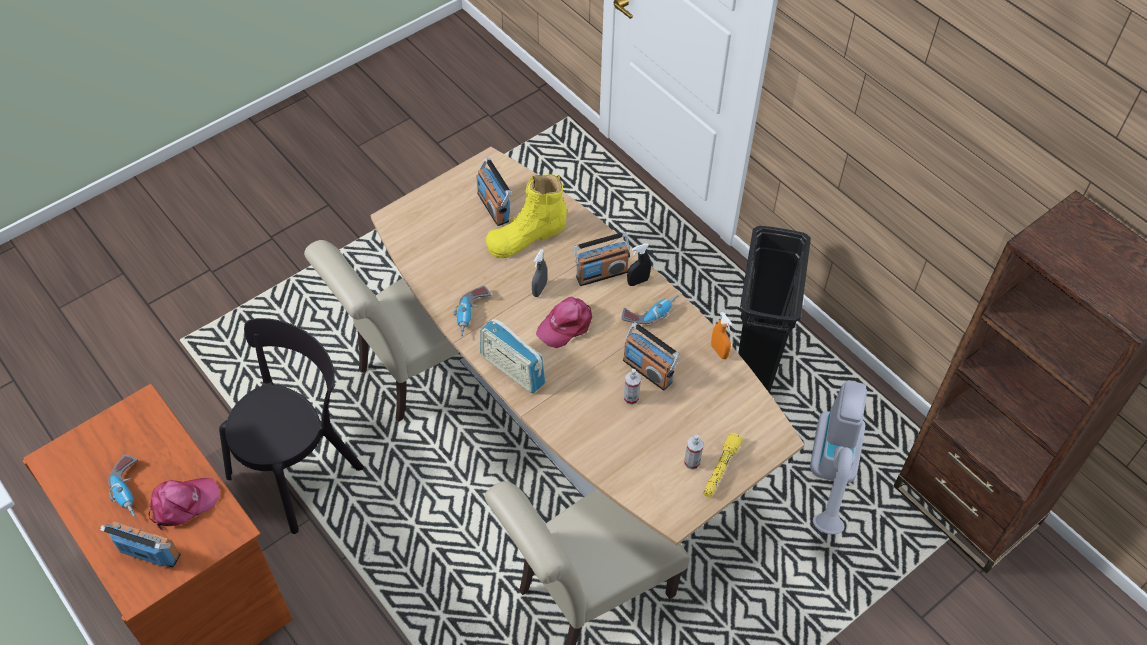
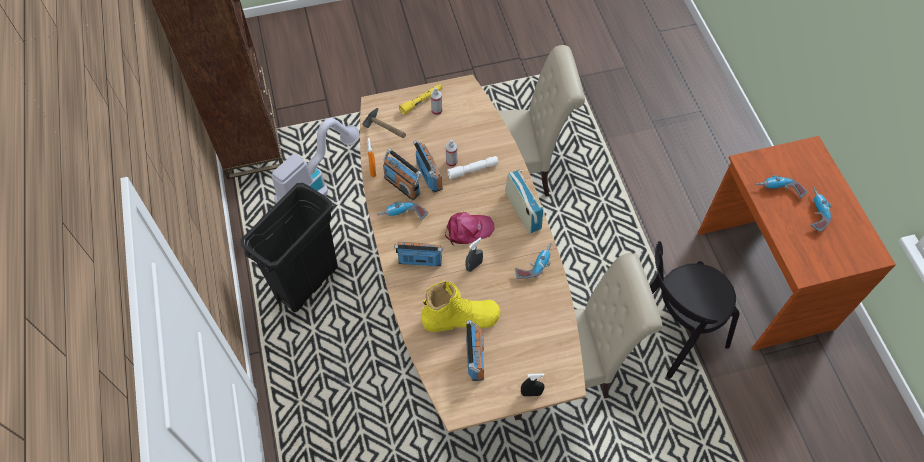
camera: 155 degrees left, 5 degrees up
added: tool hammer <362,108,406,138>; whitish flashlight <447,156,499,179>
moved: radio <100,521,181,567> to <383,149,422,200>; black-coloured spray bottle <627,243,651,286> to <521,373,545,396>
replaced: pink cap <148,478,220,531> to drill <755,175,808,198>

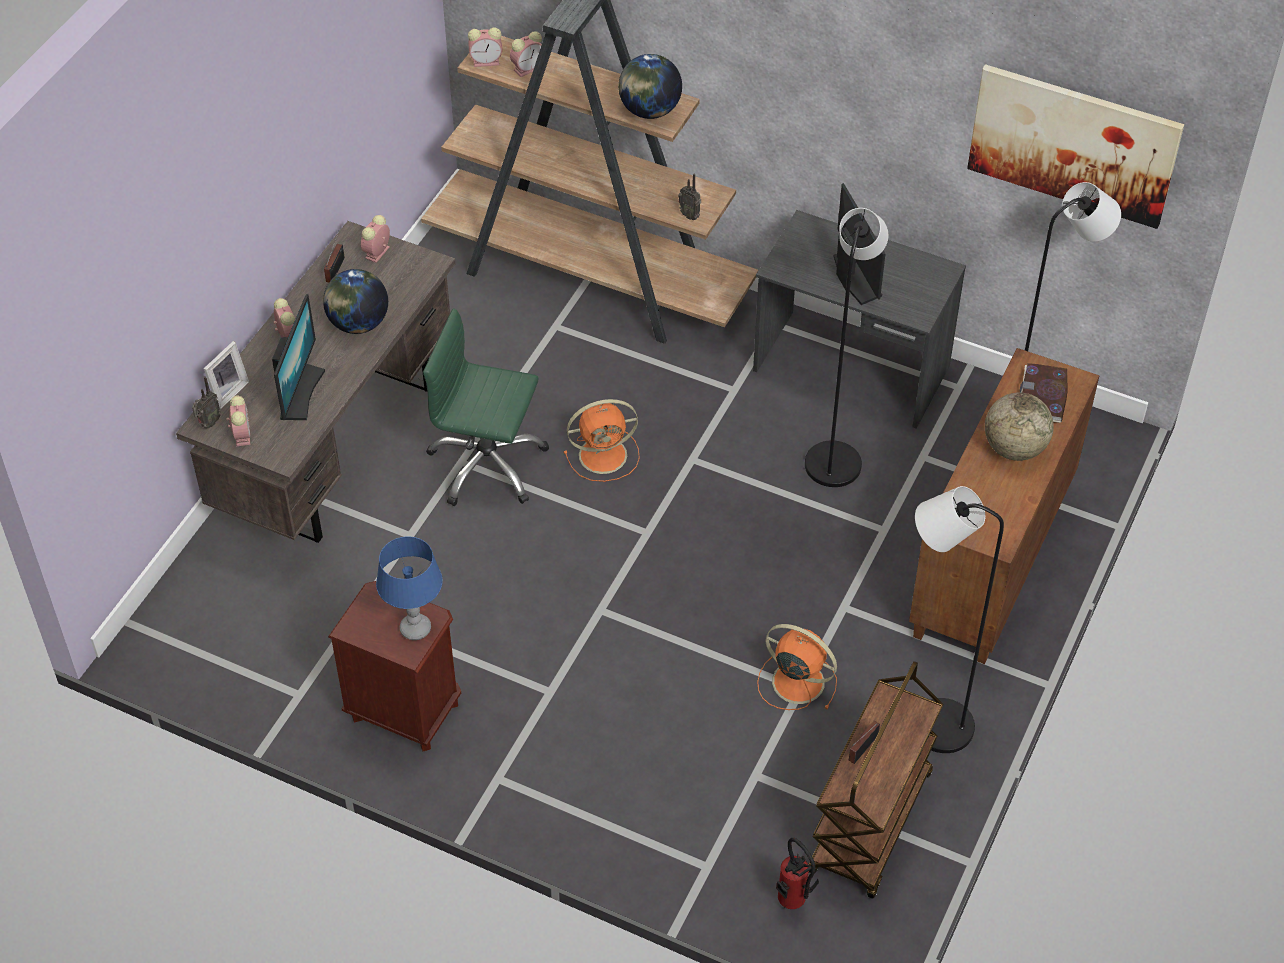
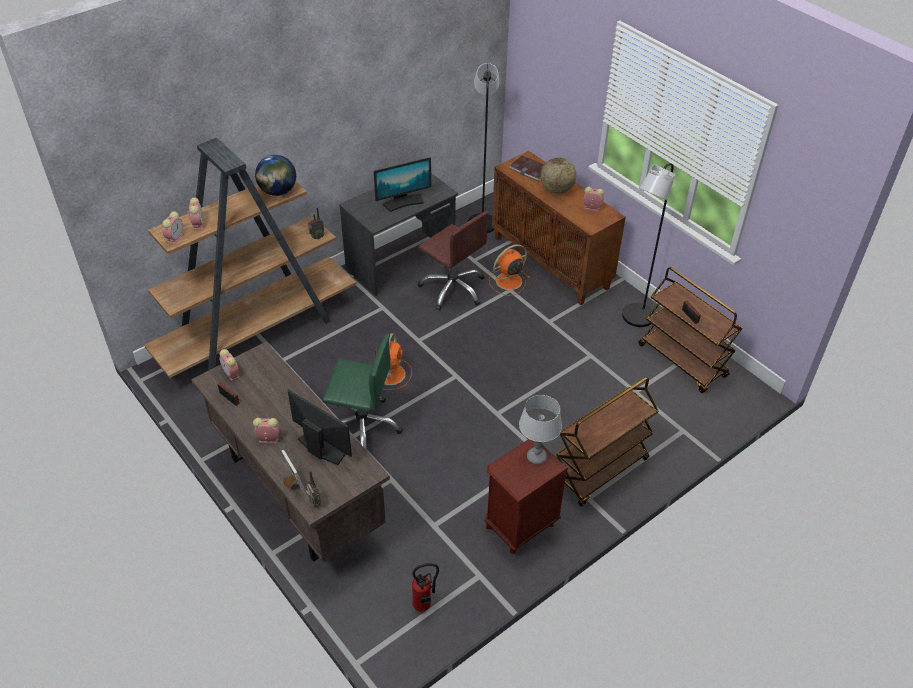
camera: 65 degrees left, 5 degrees down
removed: world globe <323,269,388,334>; picture <967,64,1184,229>
added: brown-coloured wheeled cart <556,377,658,507>
moved: extinguisher <776,838,819,909> to <412,563,439,611>; orange-coloured cooling fan <757,624,837,710> to <489,244,530,296>; alarm clock <226,395,250,446> to <583,187,604,212>
replaced: black-coloured floor lamp <805,208,888,487> to brown-coloured computer chair <418,211,488,311>
recoloured: blue tabletop lamp <376,537,443,640> to grey tabletop lamp <519,395,562,465>
turned: green computer chair <423,308,549,506> = <323,334,403,450> 120 degrees counterclockwise; monitor <834,183,885,305> = <374,157,431,212> 150 degrees clockwise

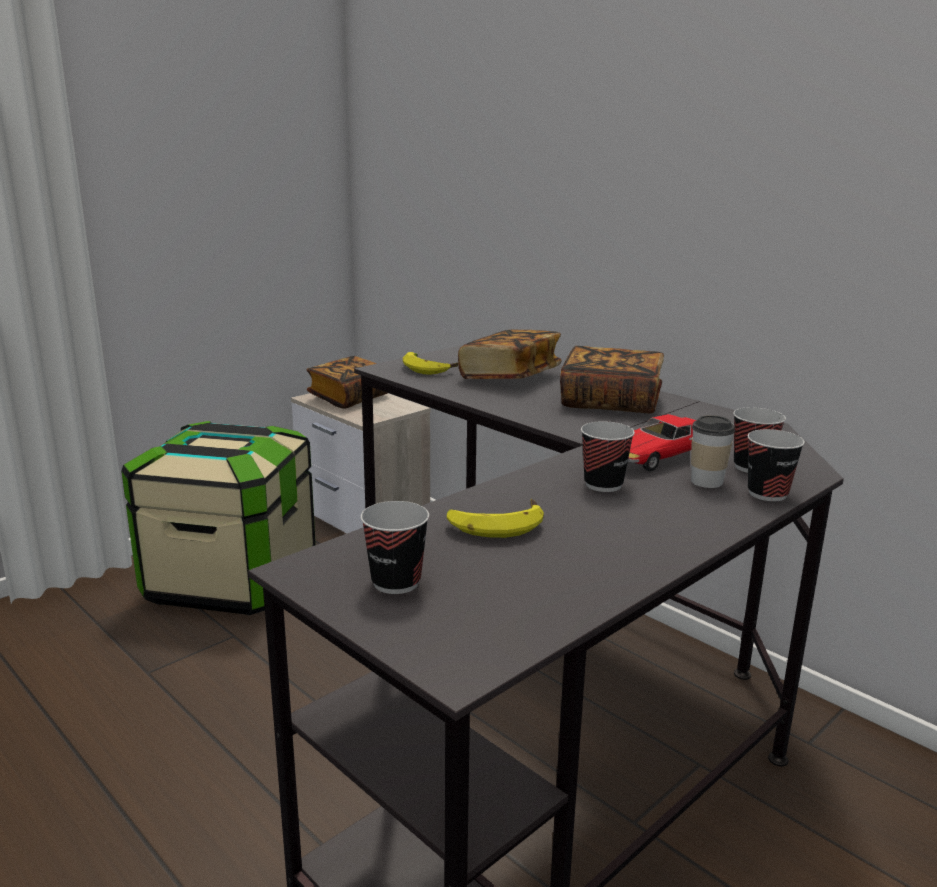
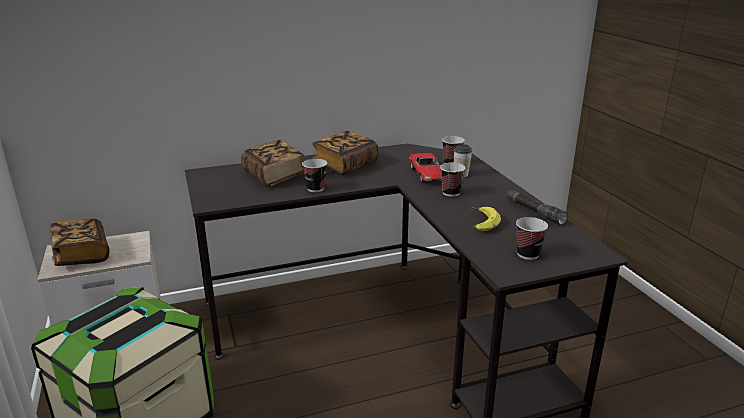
camera: 65 degrees left, 5 degrees up
removed: banana <403,352,458,375>
added: black-coloured flashlight <506,190,568,225>
moved: drinking cup <748,429,805,501> to <302,159,327,192>

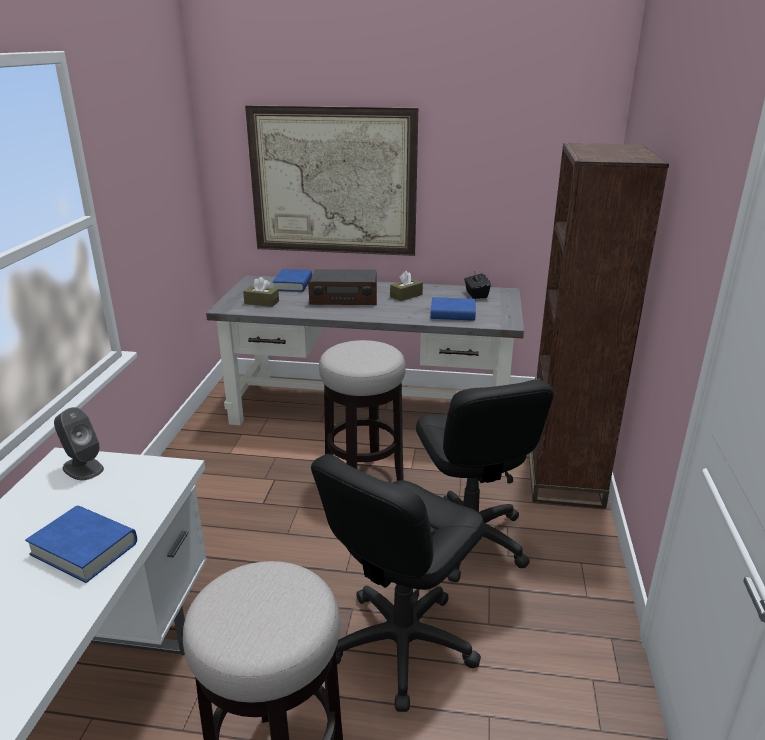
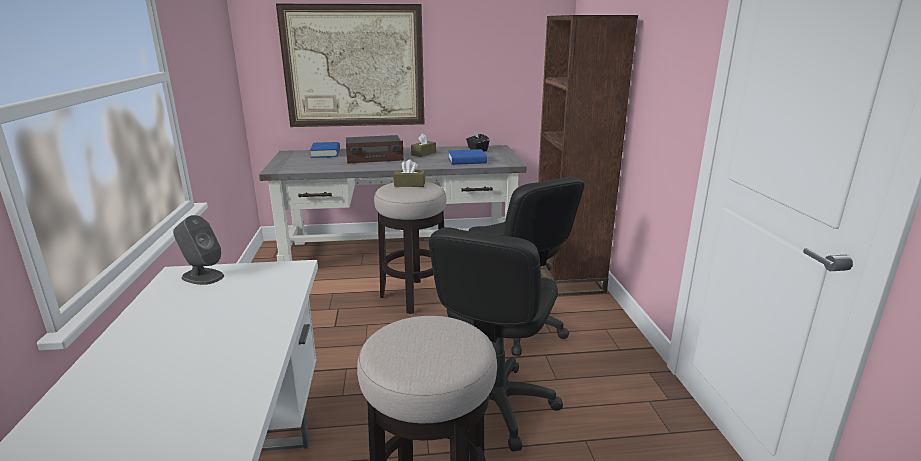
camera: 15 degrees left, 5 degrees down
removed: blue volume <25,506,137,583>
moved: brown-coloured tissue holder <243,277,279,307> to <394,159,425,187>

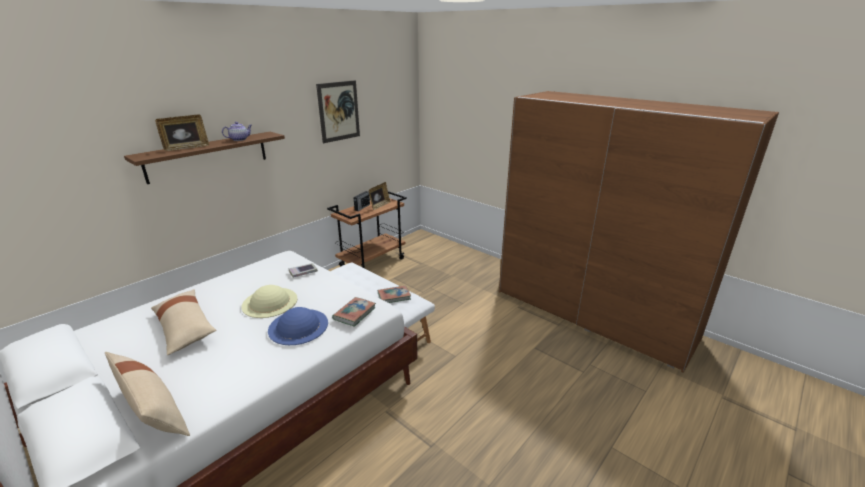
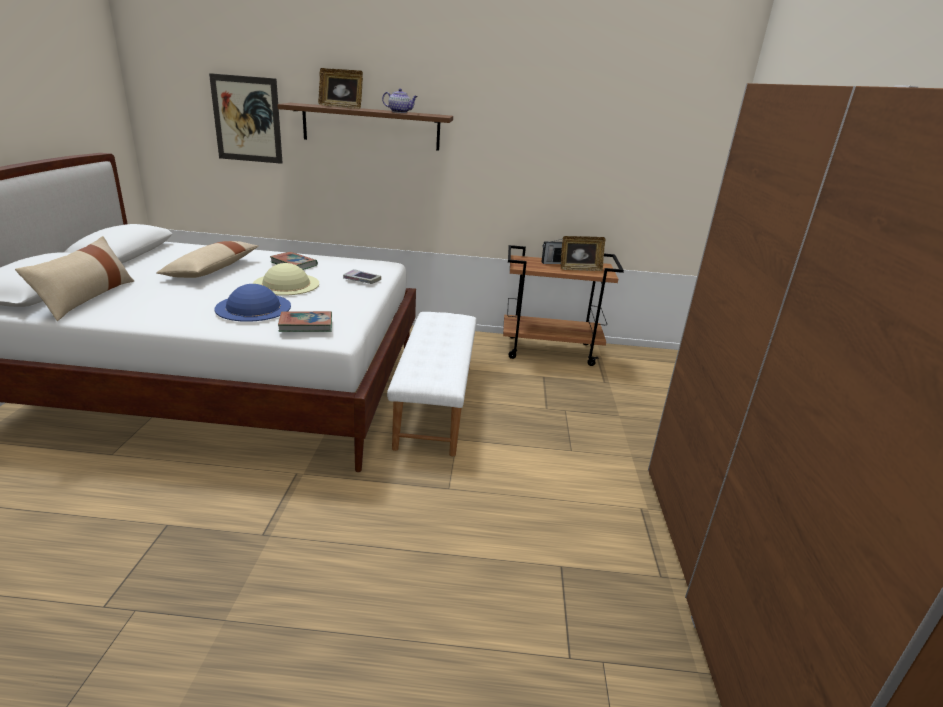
camera: 50 degrees right, 0 degrees up
moved: picture <316,80,360,143> to <209,73,282,164>; volume <378,285,411,303> to <270,252,318,270>

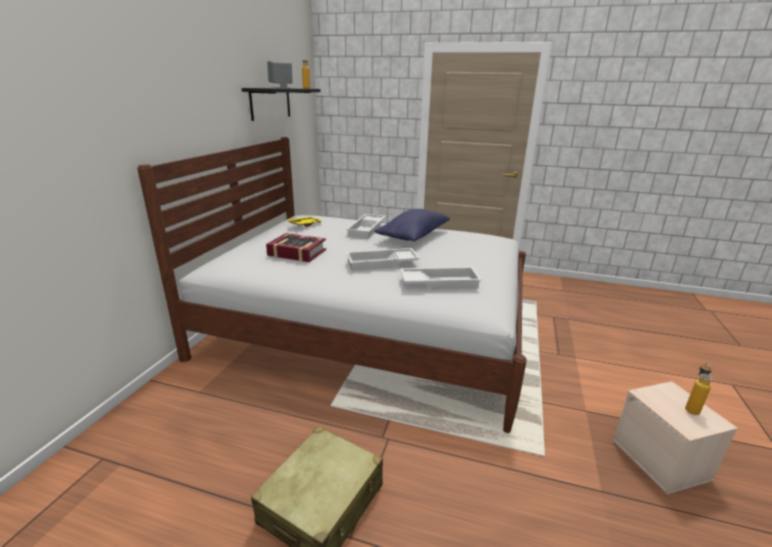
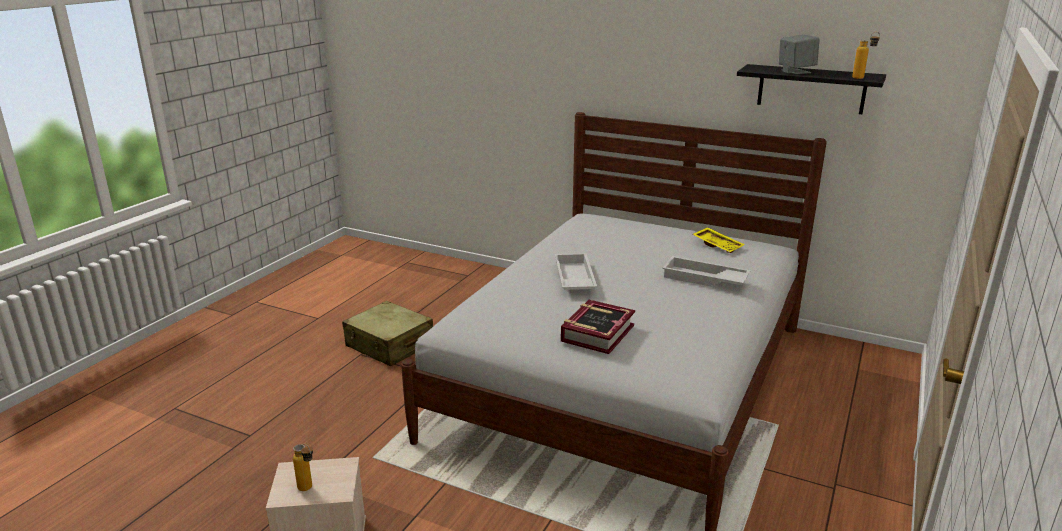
camera: 100 degrees right, 0 degrees up
removed: blue throw pillow <374,209,450,242>; whitish serving tray <401,267,482,290>
moved: volume <266,233,326,262> to <561,300,635,354>

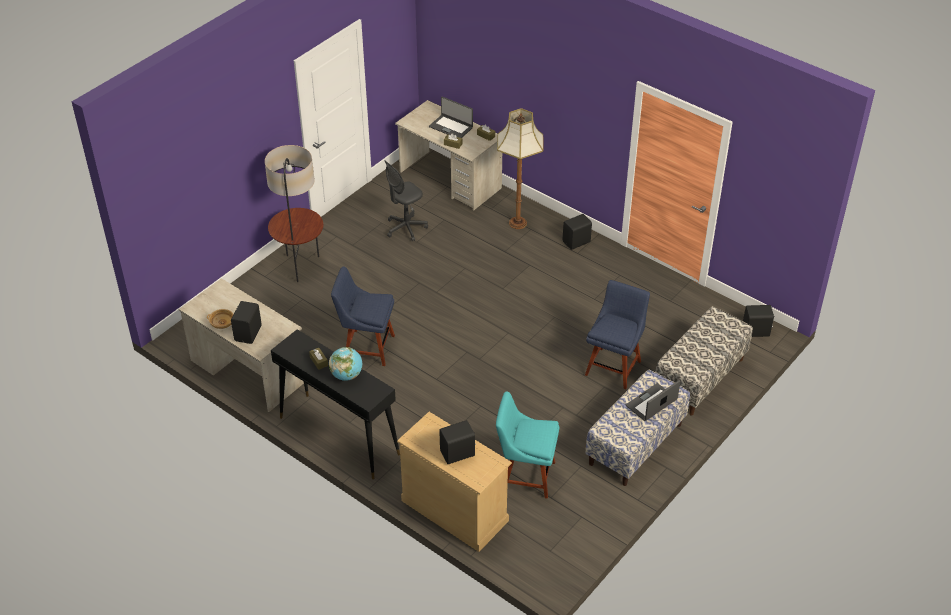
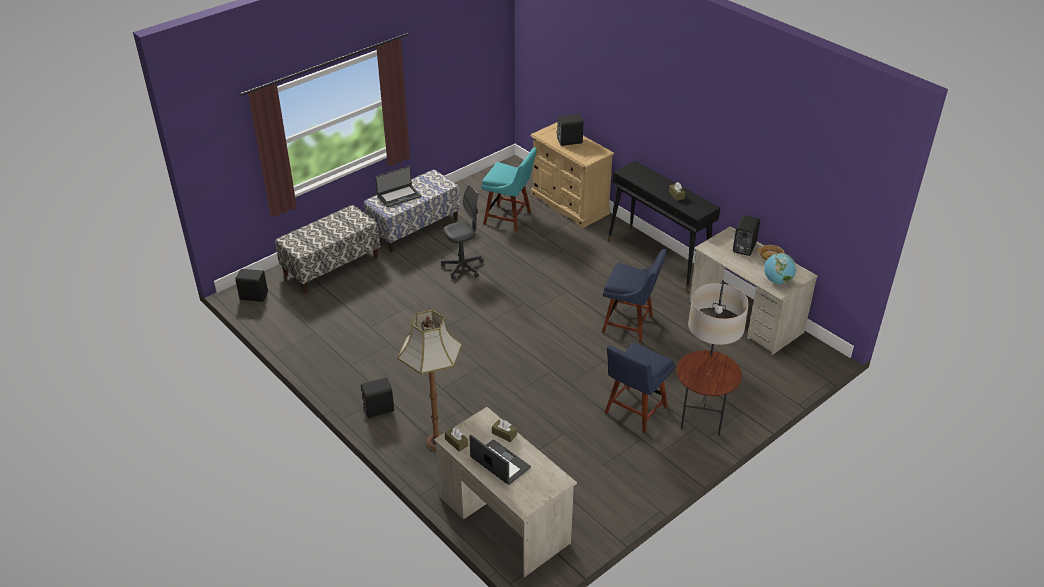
camera: 170 degrees left, 5 degrees down
moved: grey computer chair <384,160,428,241> to <441,185,484,280>; blue plain chair <585,280,650,389> to <605,342,674,433>; world globe <329,347,362,381> to <764,253,796,284>

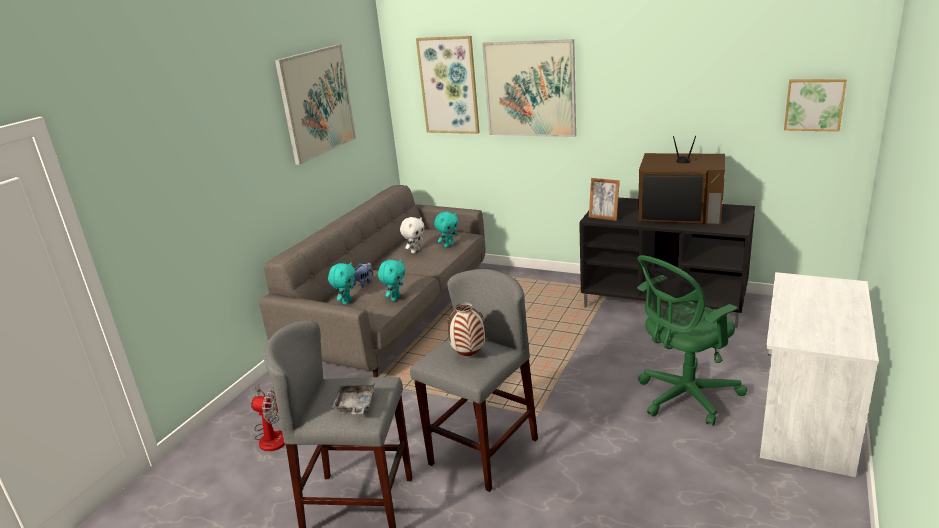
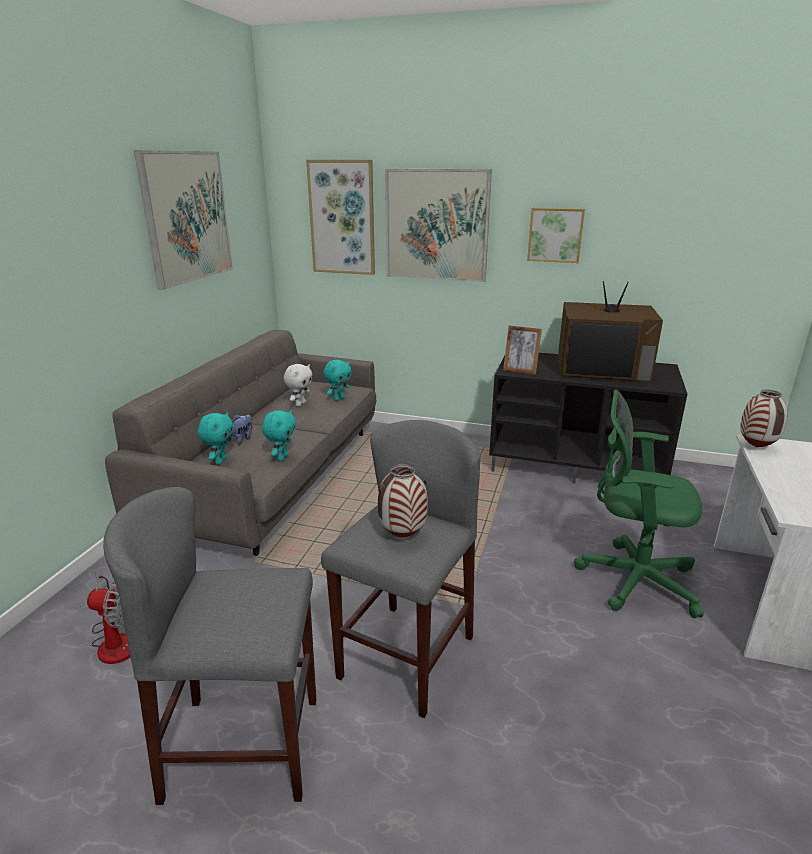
camera: 10 degrees left, 0 degrees up
removed: grey serving tray <332,382,375,414>
added: vase <740,389,788,447>
moved: picture <784,79,847,132> to <527,208,585,263>
turned: green computer chair <637,255,748,426> = <574,390,704,618> 60 degrees clockwise

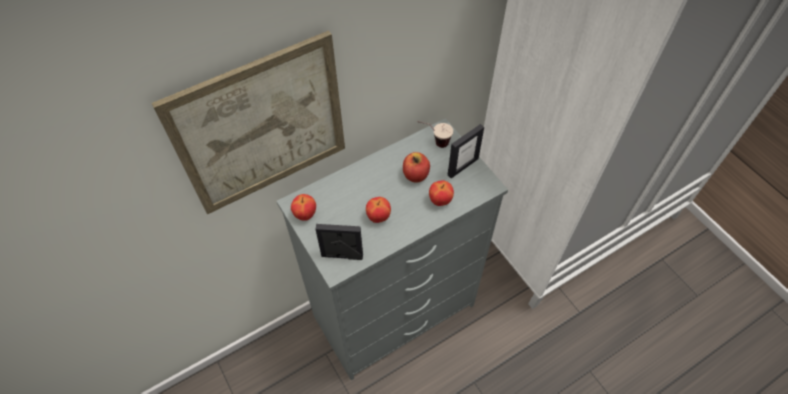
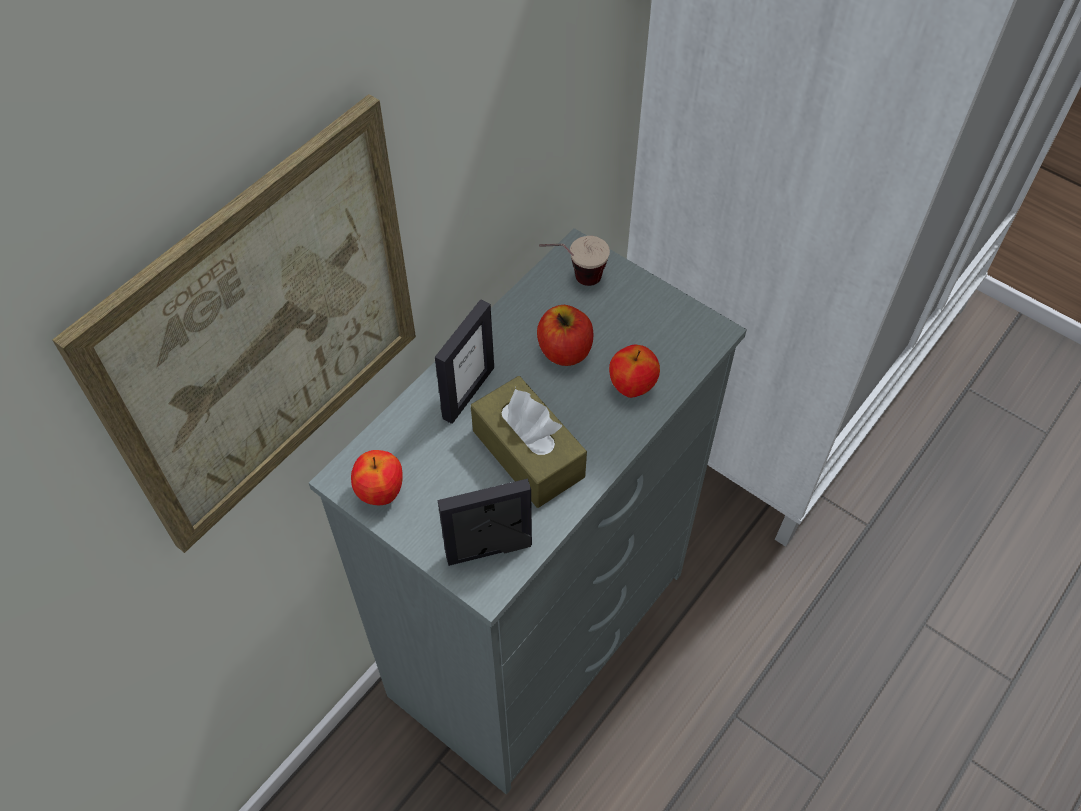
camera: 20 degrees left, 0 degrees up
moved: picture frame <448,124,484,178> to <435,299,494,424>
replaced: apple fruit <366,197,391,223> to brown-coloured tissue holder <471,376,587,508>

